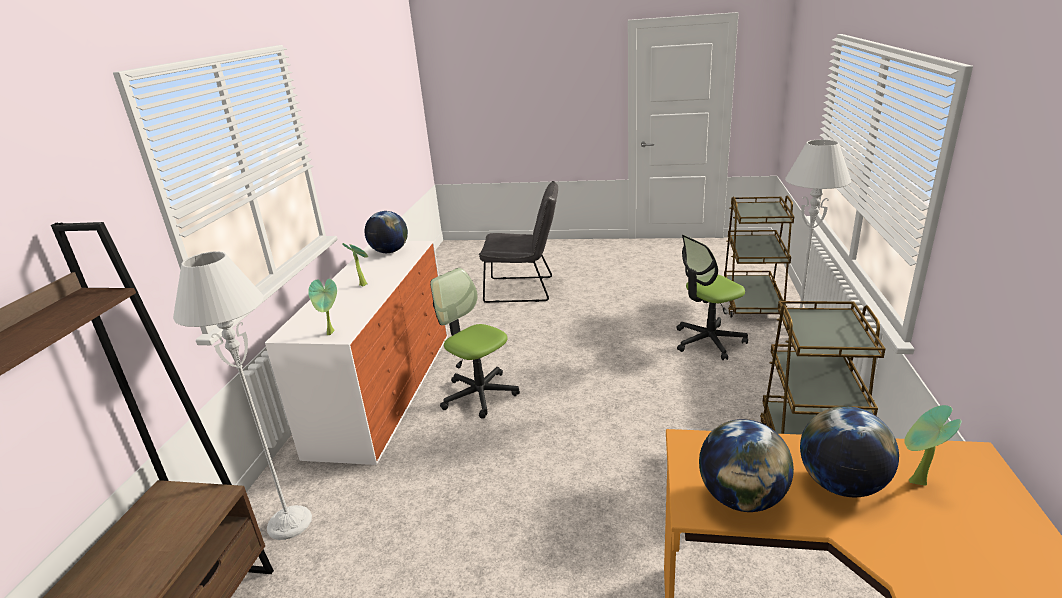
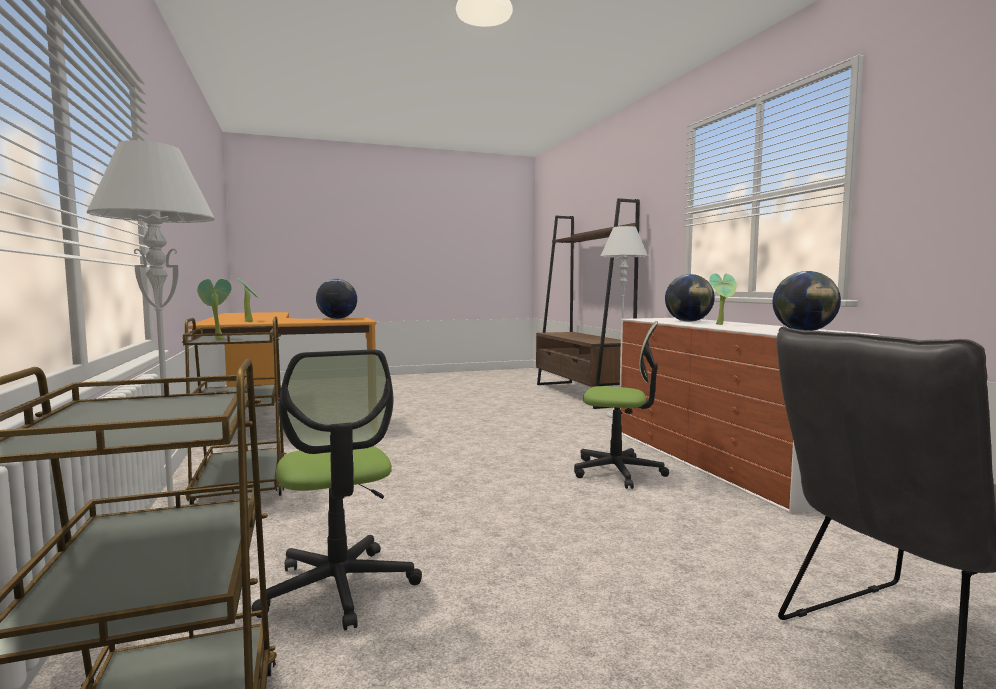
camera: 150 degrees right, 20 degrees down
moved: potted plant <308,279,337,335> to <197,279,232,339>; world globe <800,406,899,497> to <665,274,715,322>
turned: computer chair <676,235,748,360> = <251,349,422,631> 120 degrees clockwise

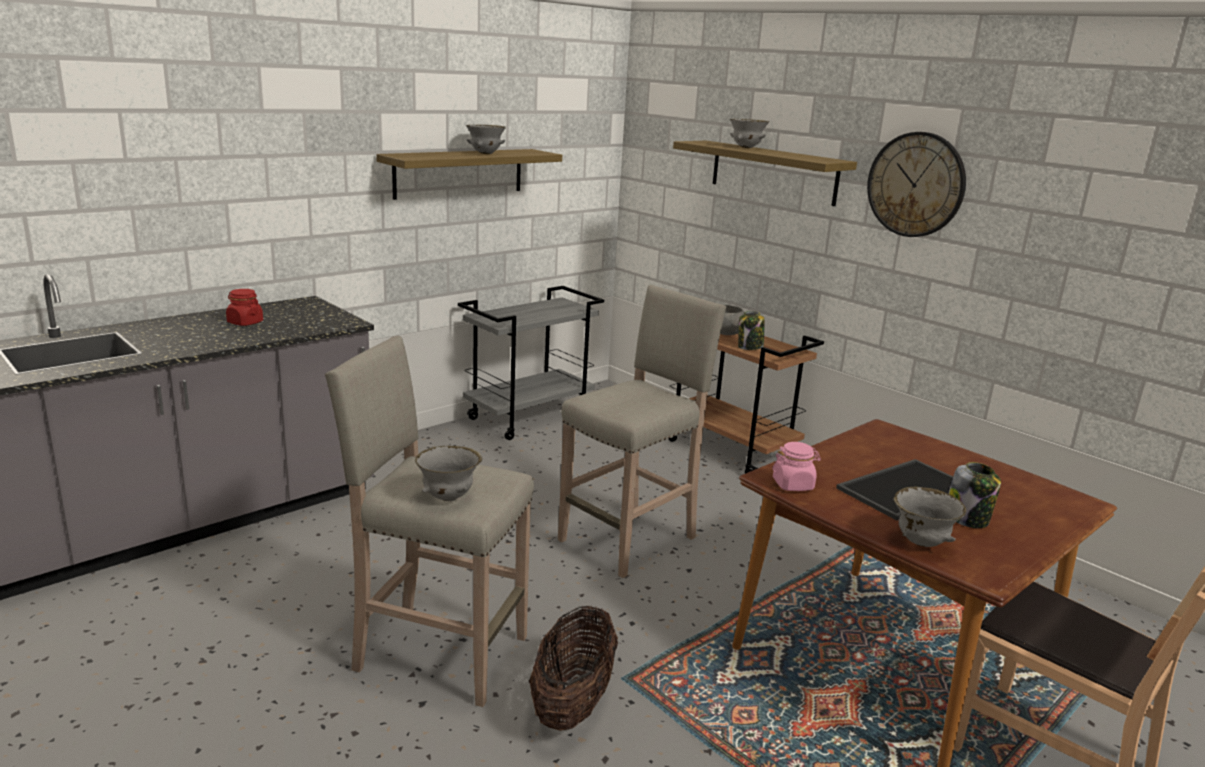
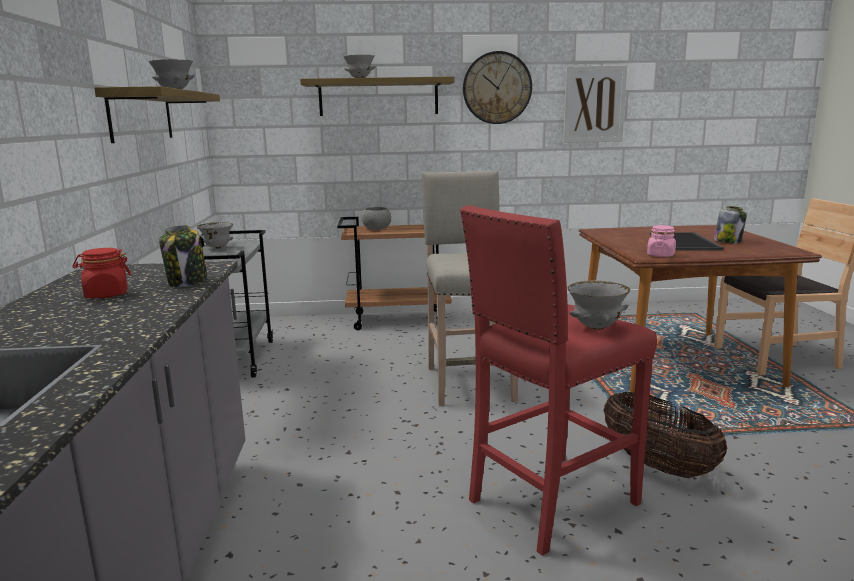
camera: 50 degrees left, 5 degrees down
added: picture <563,65,627,143>
moved: preserve jar <738,311,765,350> to <159,225,208,287>; grey deep dish <893,487,966,547> to <197,222,233,249>
recoloured: beige sitting stool <325,336,534,707> to red-coloured sitting stool <460,205,657,556>

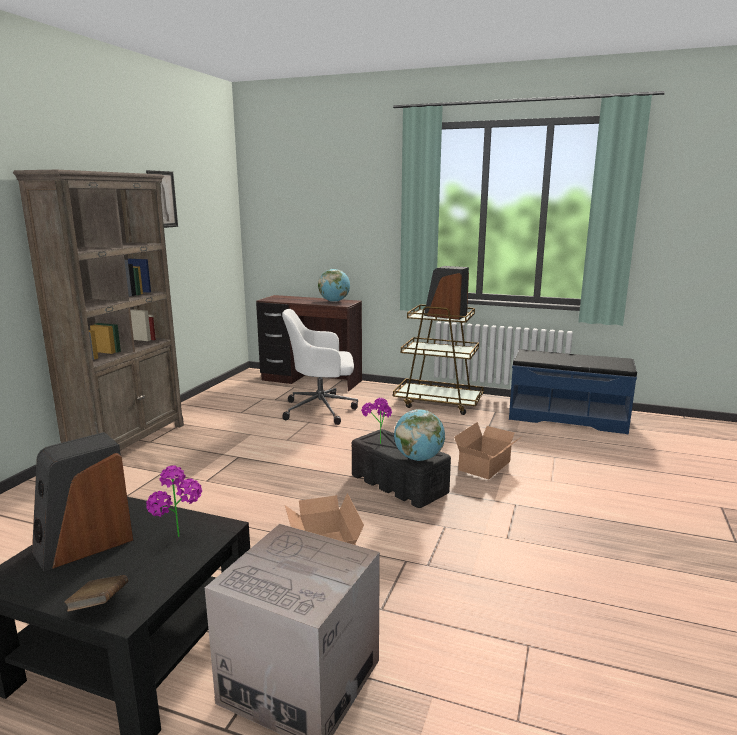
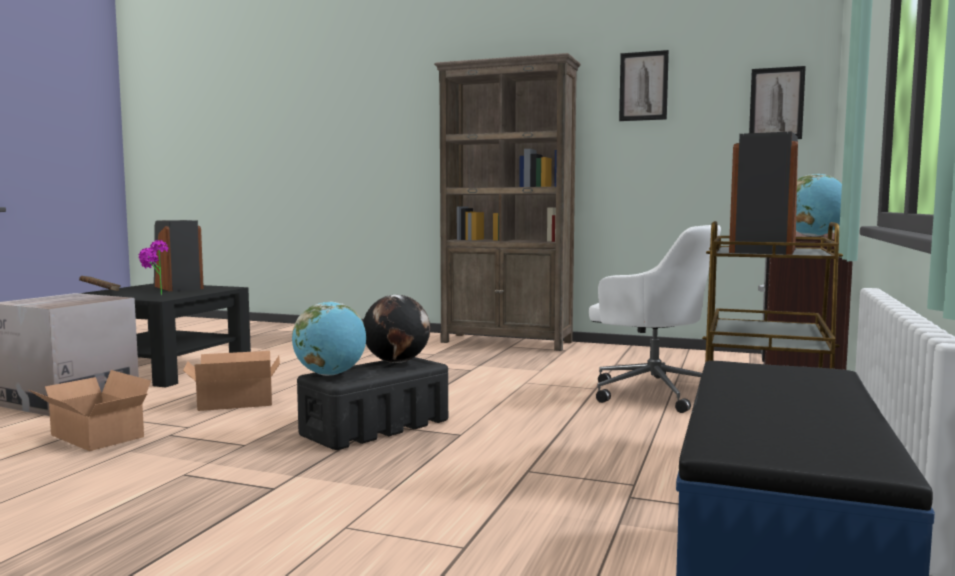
camera: 90 degrees right, 10 degrees down
added: picture <749,66,806,139>
moved: carton <454,422,521,480> to <29,370,151,451>
replaced: potted plant <361,398,392,444> to world globe <363,295,430,363>
turned: whitish computer chair <282,309,358,425> = <589,225,721,413> 135 degrees clockwise

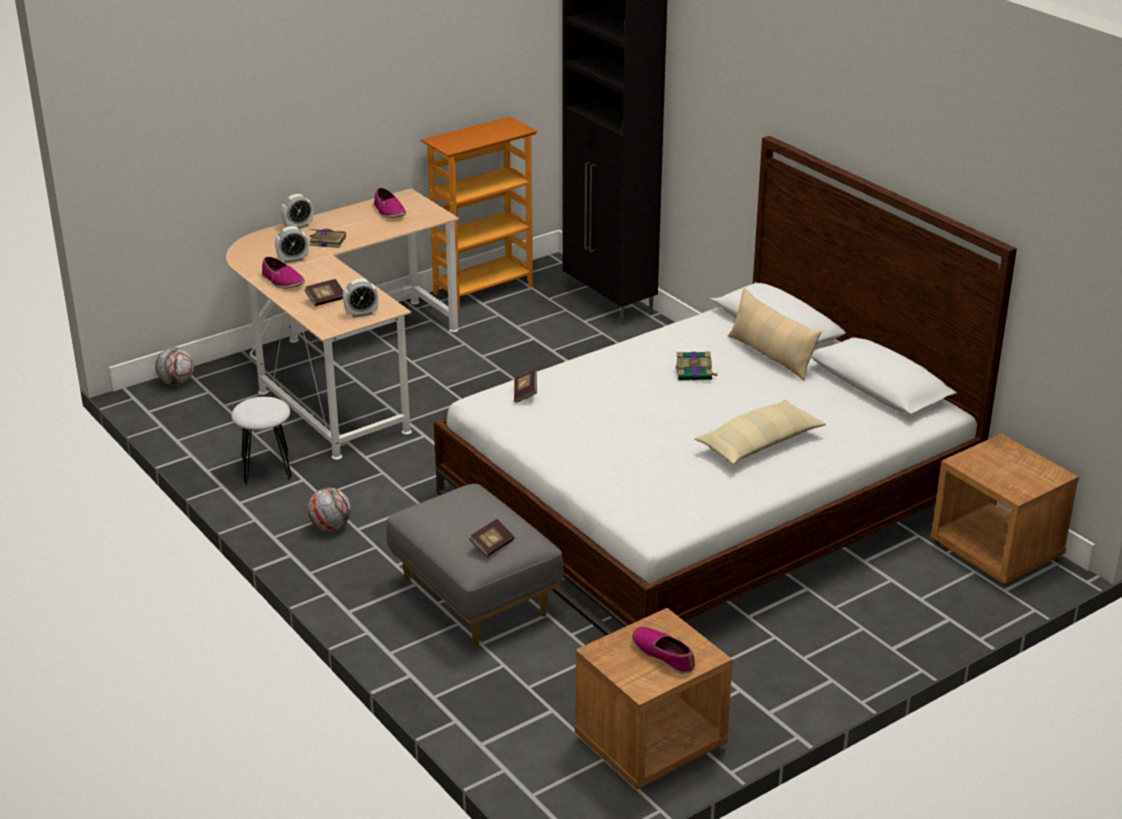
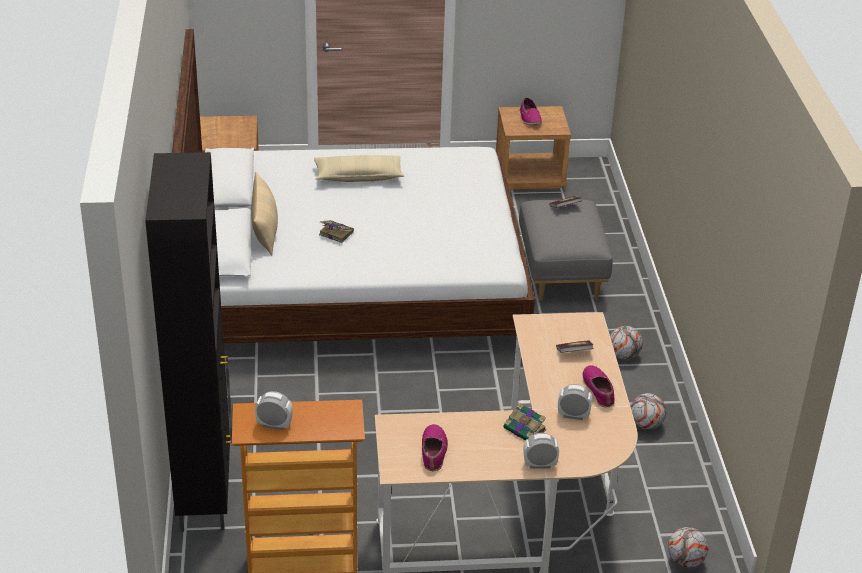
camera: 150 degrees left, 5 degrees up
removed: volume <514,370,537,403>
moved: alarm clock <343,279,378,318> to <255,391,293,430>
replaced: whitish sitting stool <231,397,292,484> to football <631,393,666,429>

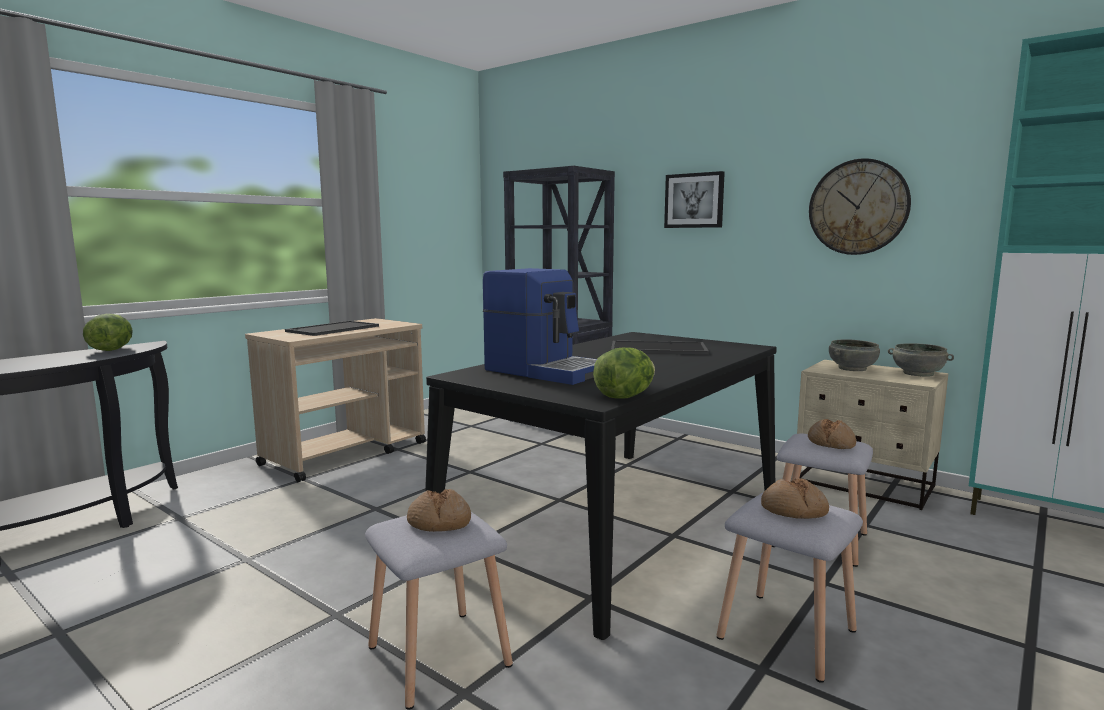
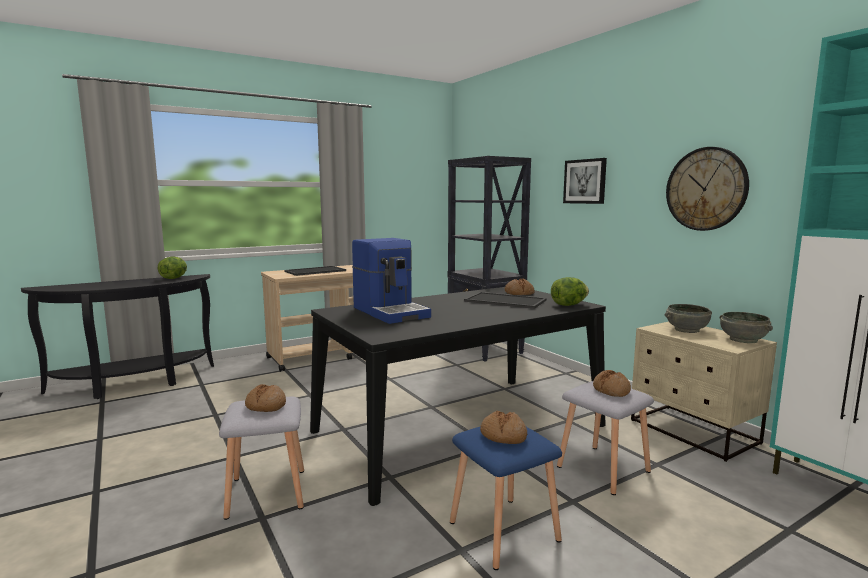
camera: 20 degrees right, 0 degrees up
added: baked bread <505,279,534,295>
moved: lettuce head <593,347,655,398> to <551,277,589,306>
recoloured: grey sitting stool <717,492,863,683> to blue sitting stool <450,426,562,570>

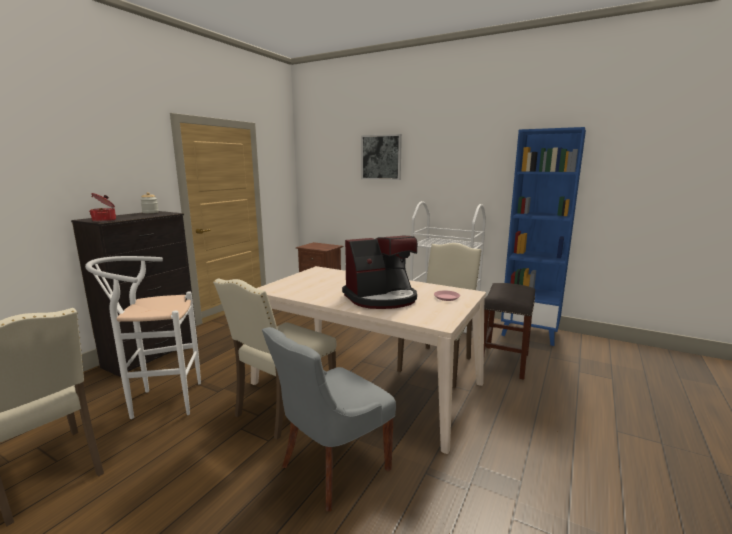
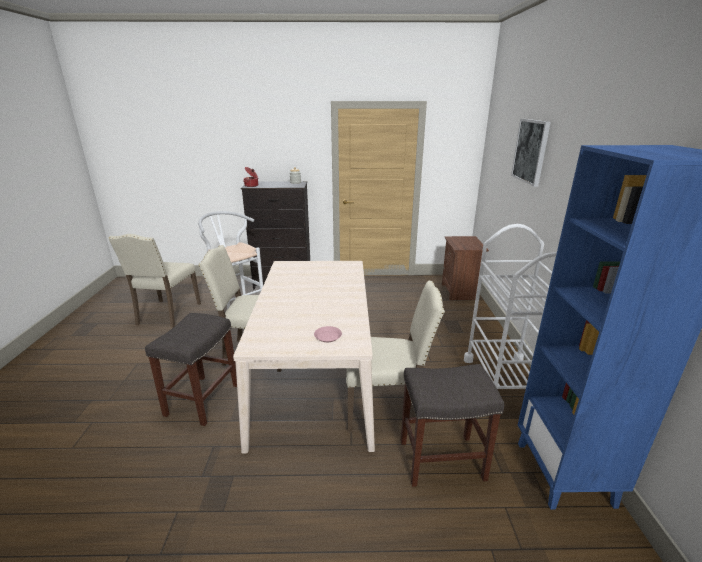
camera: 60 degrees right, 10 degrees up
removed: coffee maker <342,236,417,309>
replaced: grey plain chair <262,327,396,511> to grey sitting stool <145,313,237,426>

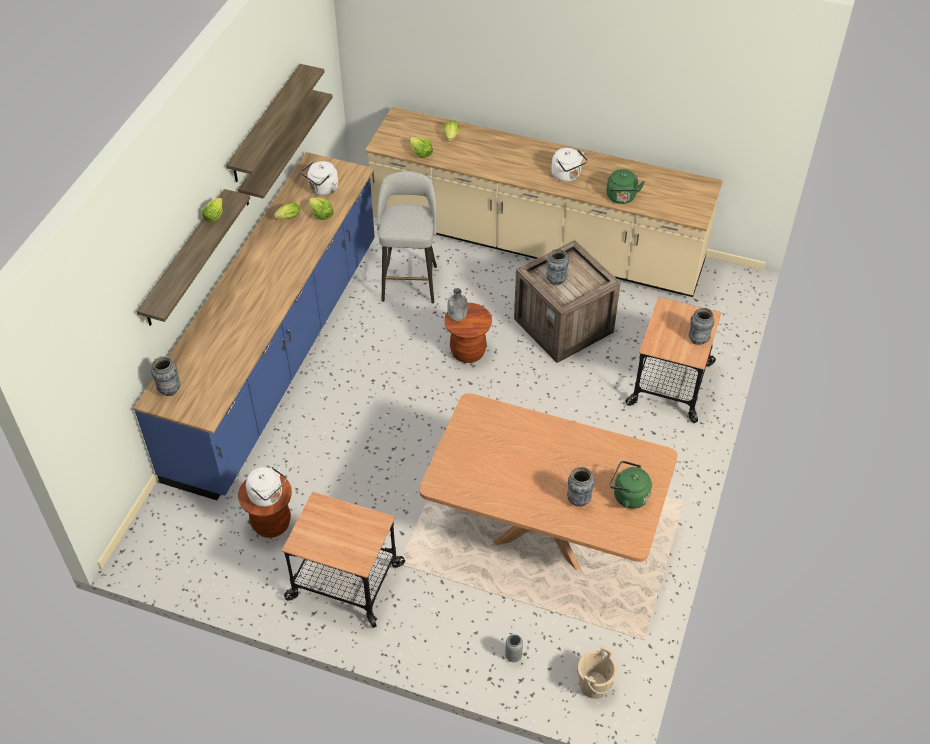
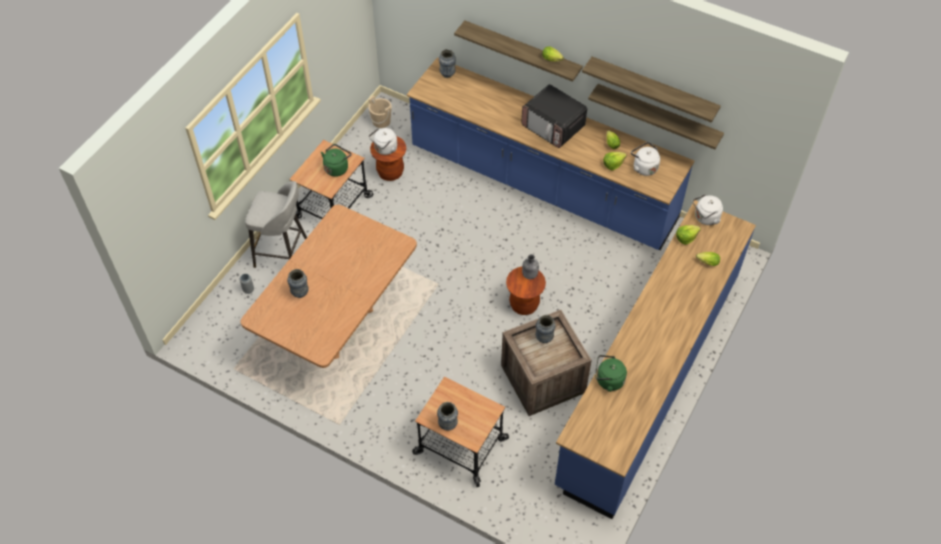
camera: 100 degrees right, 5 degrees up
added: microwave oven <521,84,587,148>
moved: grey sitting stool <377,171,437,303> to <245,181,307,268>; green water kettle <610,461,652,509> to <321,144,351,177>; beige pail <578,646,617,699> to <369,96,392,128>; whitish water kettle <551,148,588,182> to <693,194,723,225>
recoloured: beige kitchen base unit <365,107,723,297> to blue kitchen base unit <555,200,756,519>

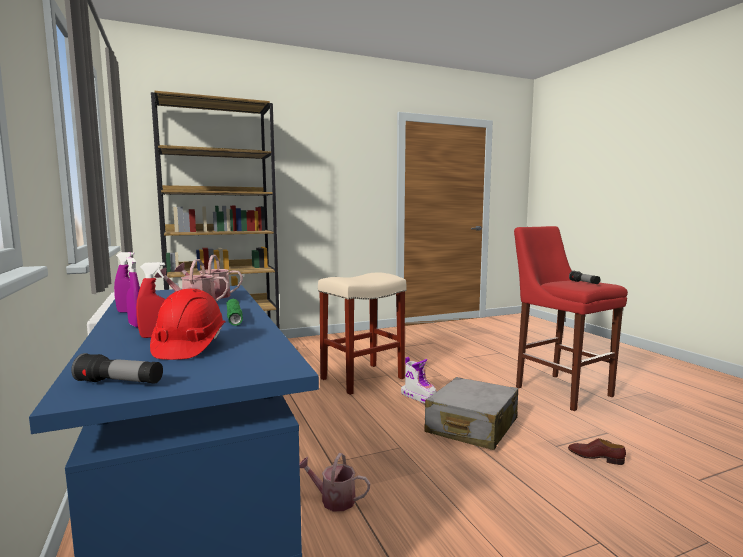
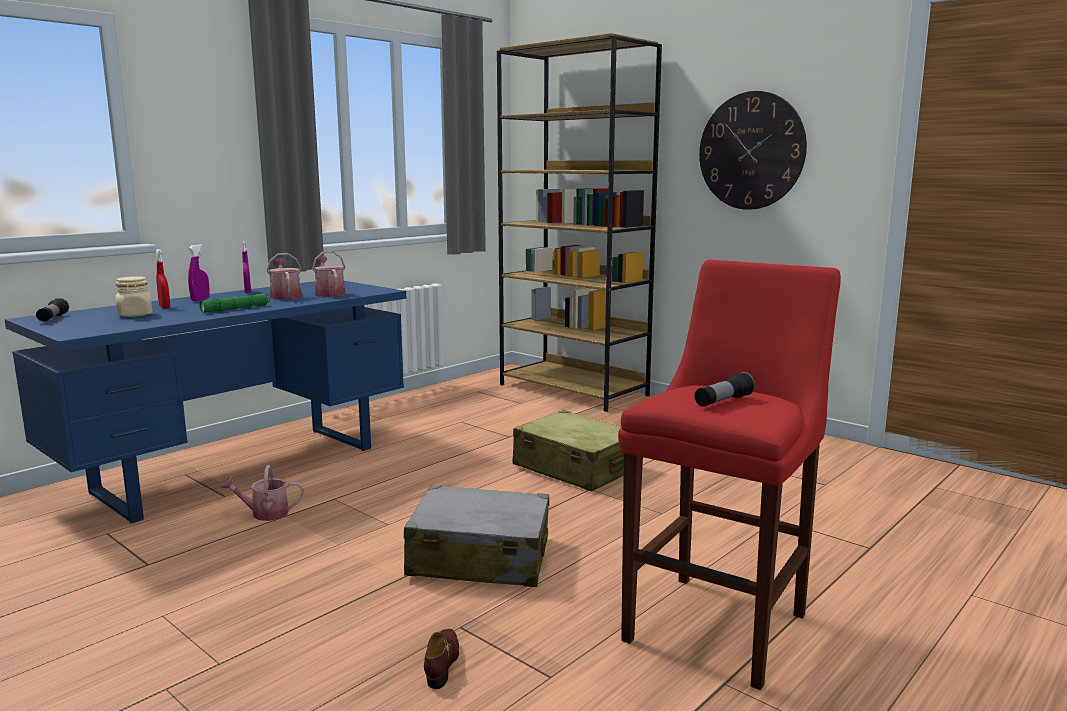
camera: 65 degrees right, 5 degrees up
removed: high-top boot <401,357,437,403>
added: hanging clock <699,91,807,210>
replaced: red-coloured safety helmet <150,289,225,360> to beige preserve jar <115,276,152,317>; beige sitting stool <318,272,406,395> to beige travel case <513,410,624,491>
turned: sprinkling can <300,453,370,511> = <220,465,304,521> 90 degrees counterclockwise

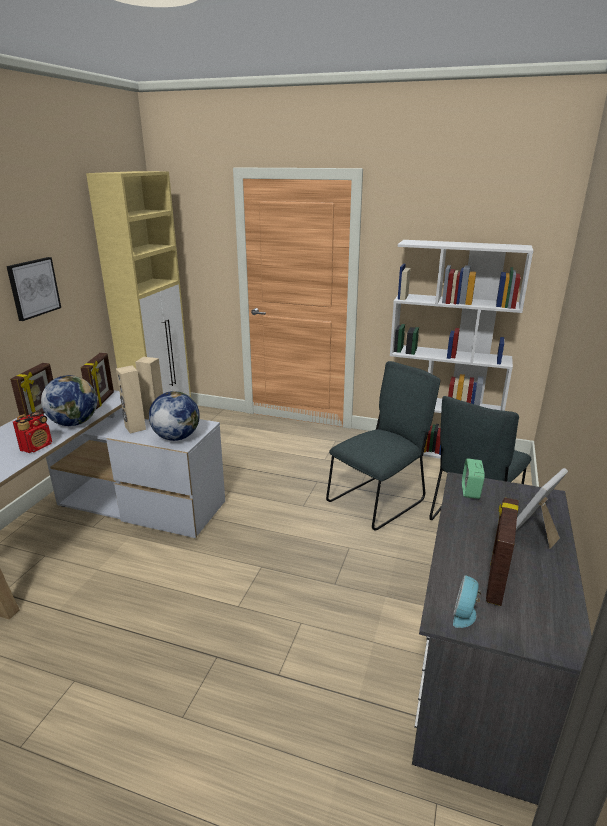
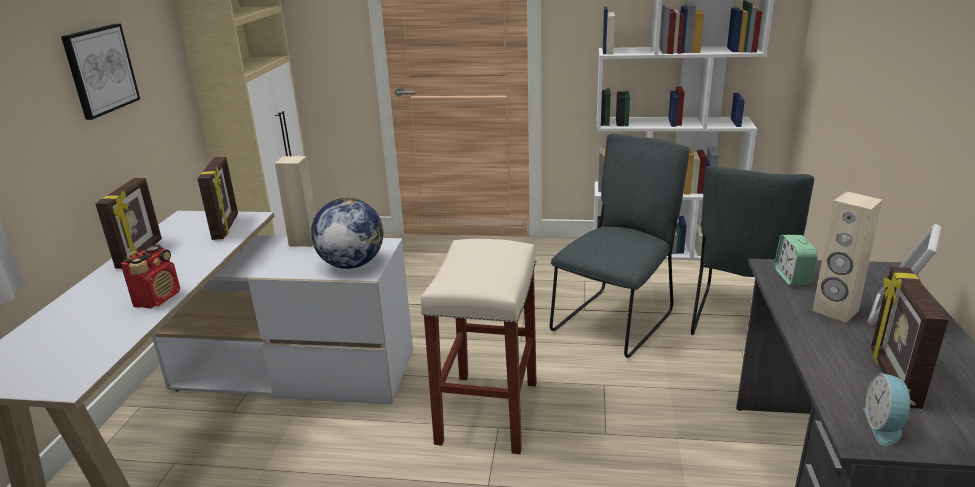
camera: 10 degrees left, 0 degrees up
removed: world globe <41,375,97,426>
added: beige sitting stool <421,239,537,454>
moved: beige loudspeaker <116,365,146,433> to <812,192,882,323>

